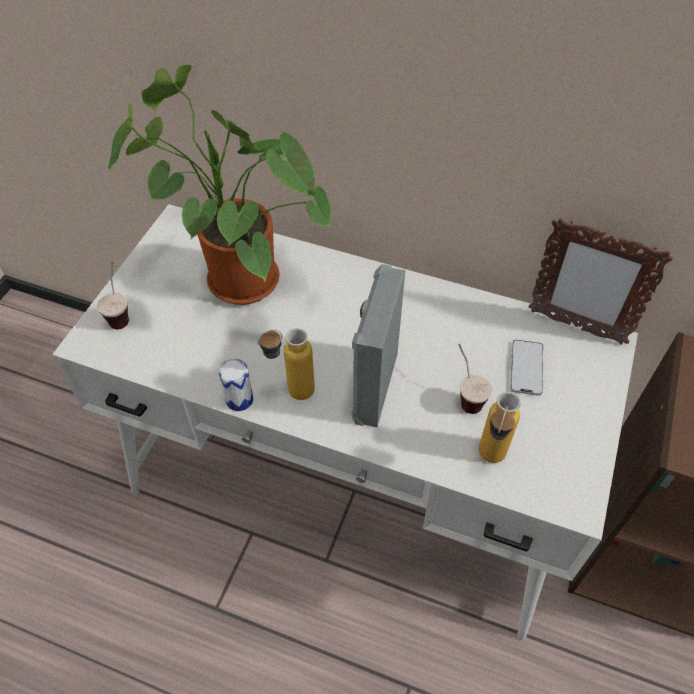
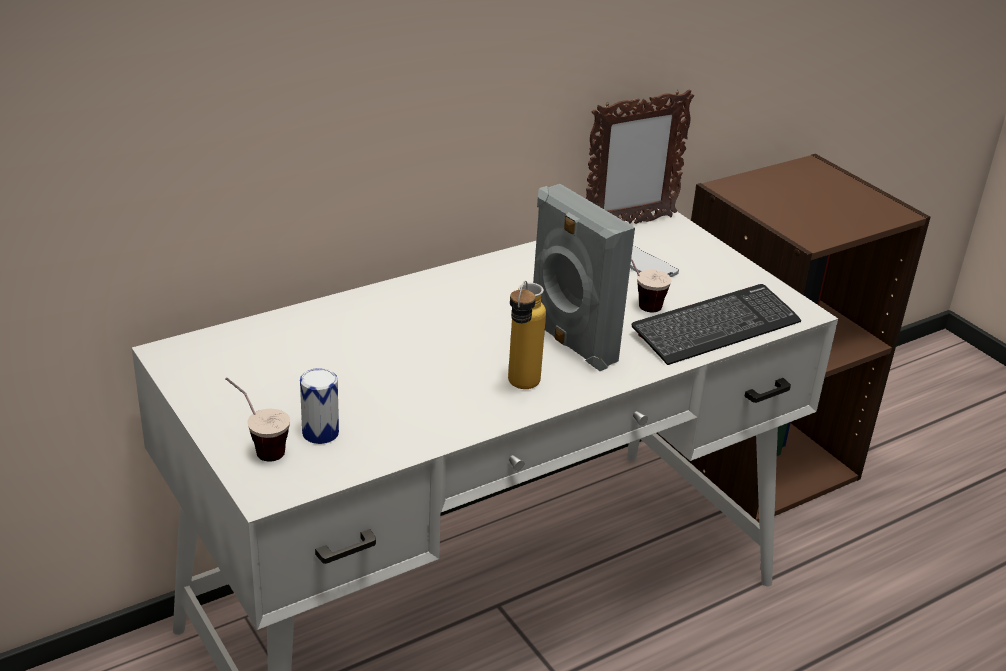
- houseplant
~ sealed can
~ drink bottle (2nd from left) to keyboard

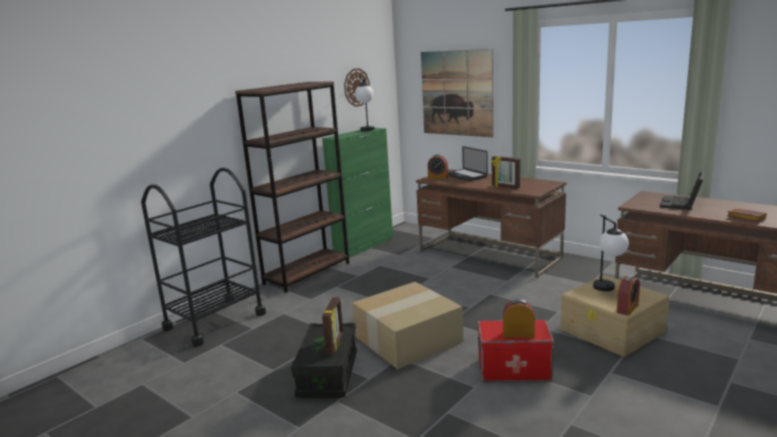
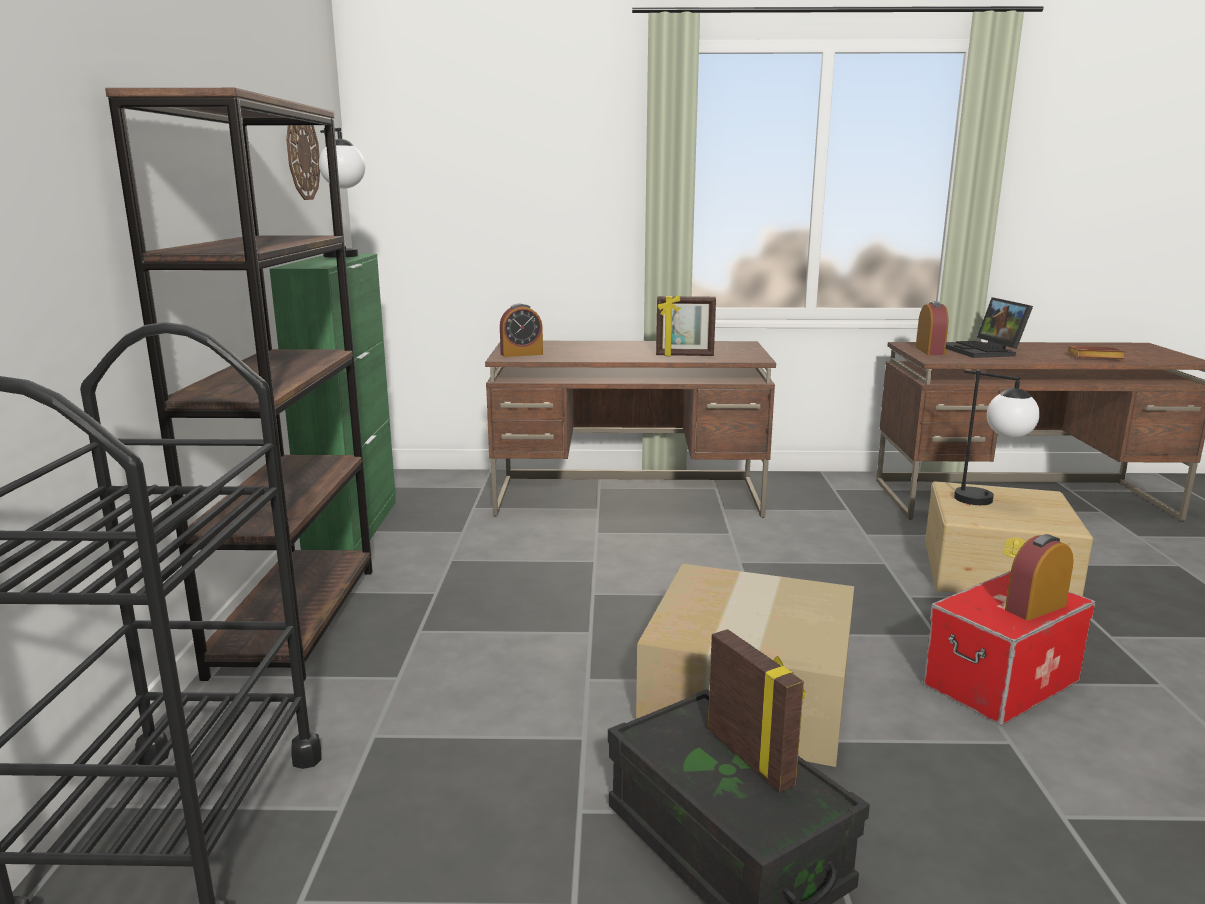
- picture
- laptop (1st from left)
~ bedside clock (3rd from left in the first image) to bedside clock (2nd from left)

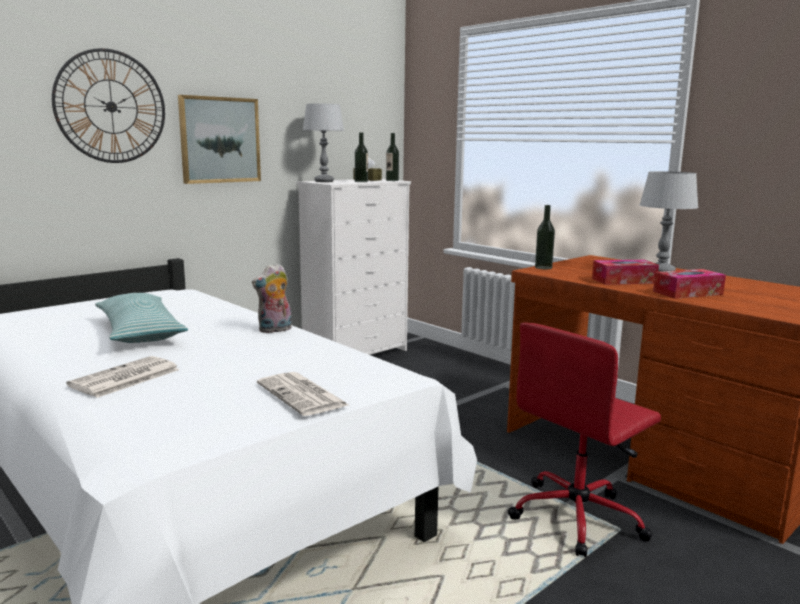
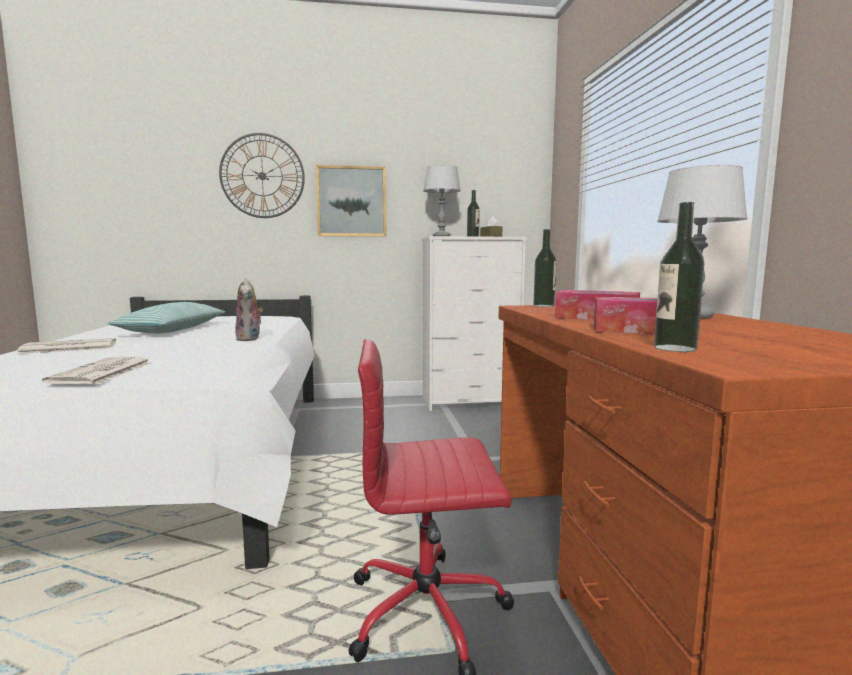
~ drink bottle (2nd from left in the first image) to drink bottle (3rd from left)
~ soft toy 105 degrees counterclockwise

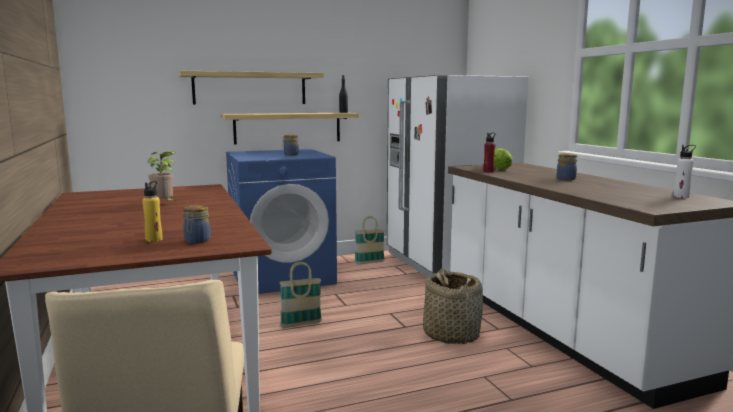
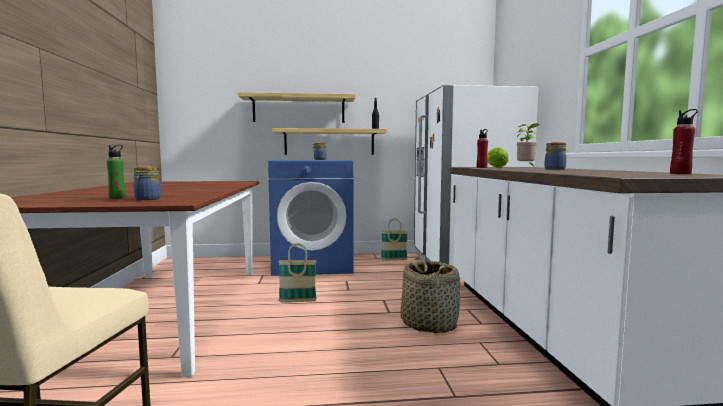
~ white drink bottle to red drink bottle (2nd from left)
~ houseplant
~ yellowish drink bottle to green-coloured drink bottle

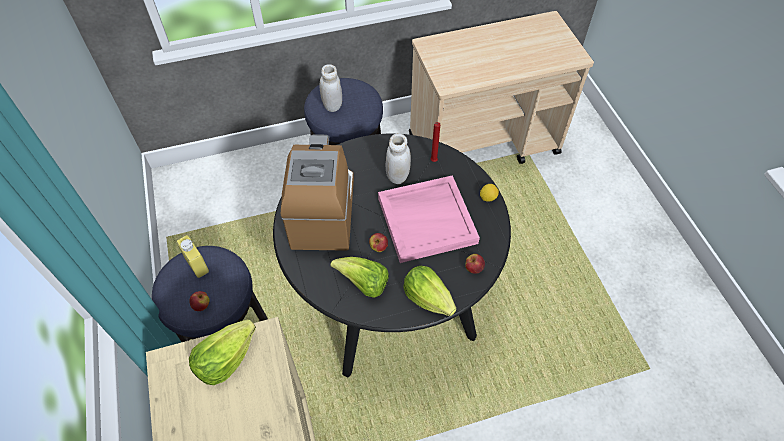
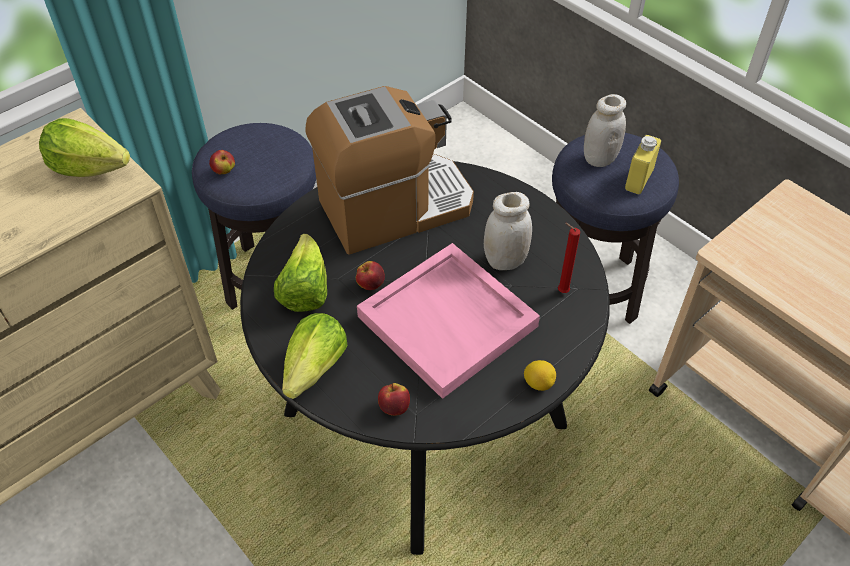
~ yellowish drink bottle

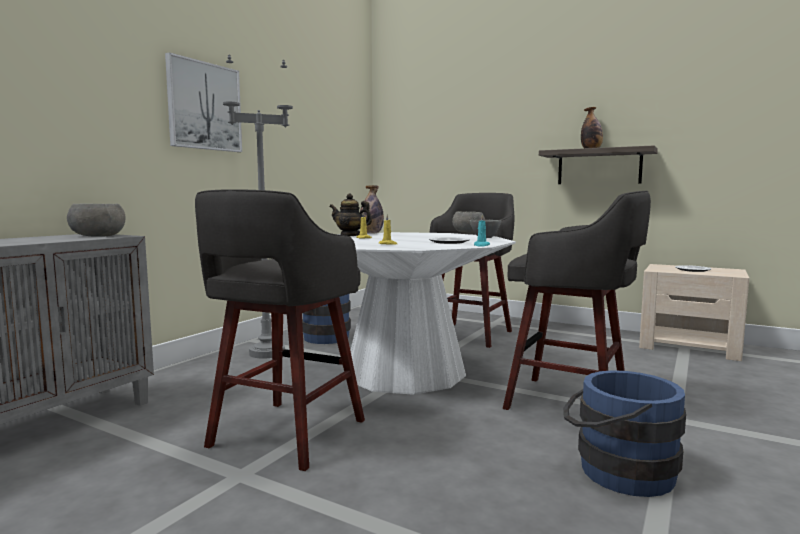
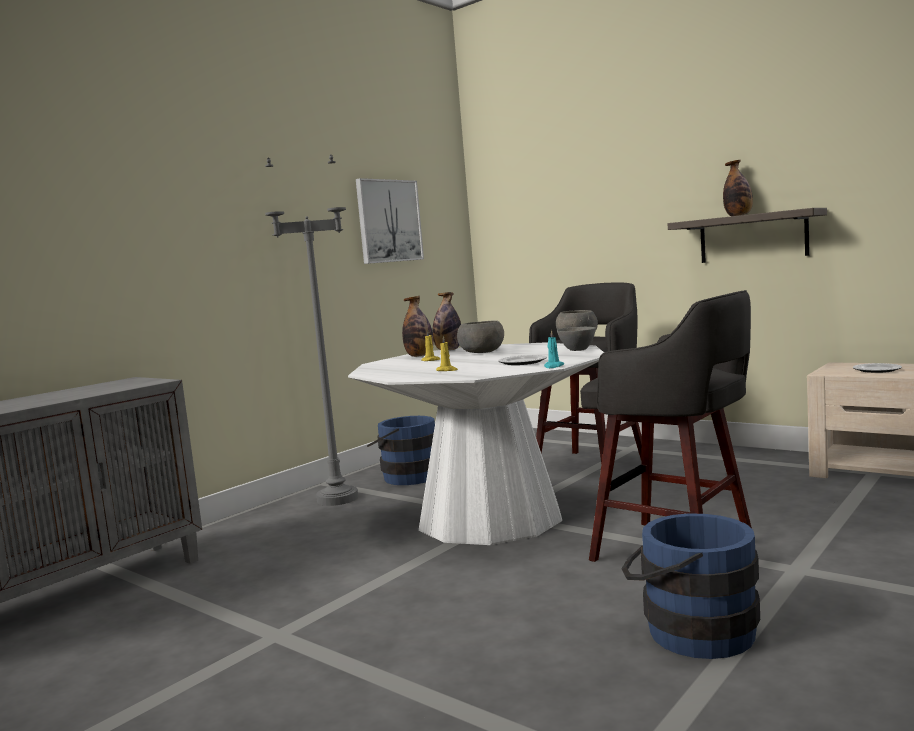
~ picture
- grey stool (1st from left)
~ pot for tea to drink bottle (1st from left)
~ grey bowl (1st from left)

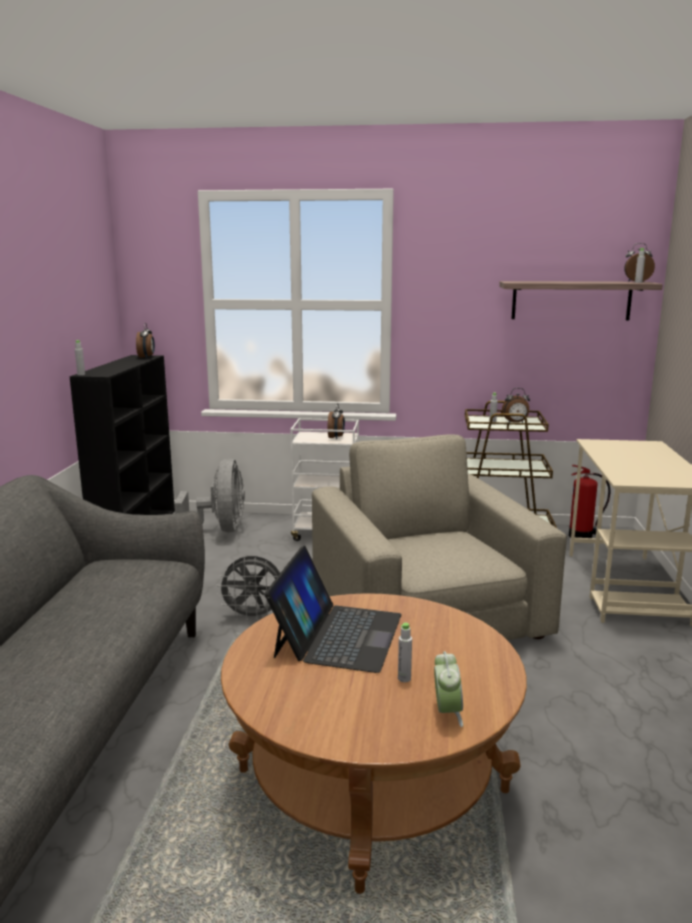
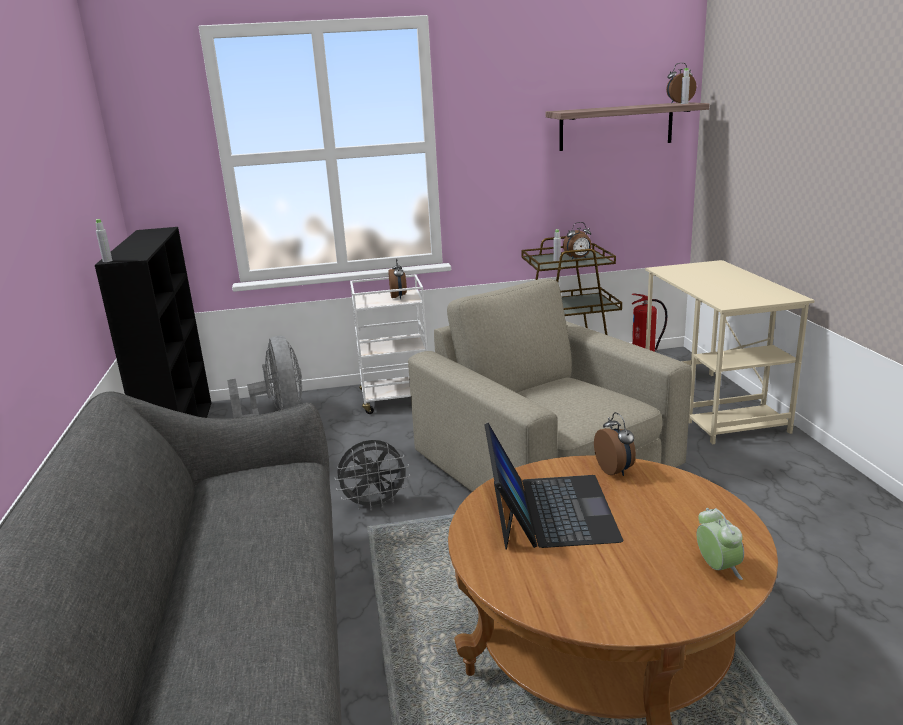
~ bedside clock (1st from left in the first image) to bedside clock (3rd from left)
- grey drink bottle (2nd from left)

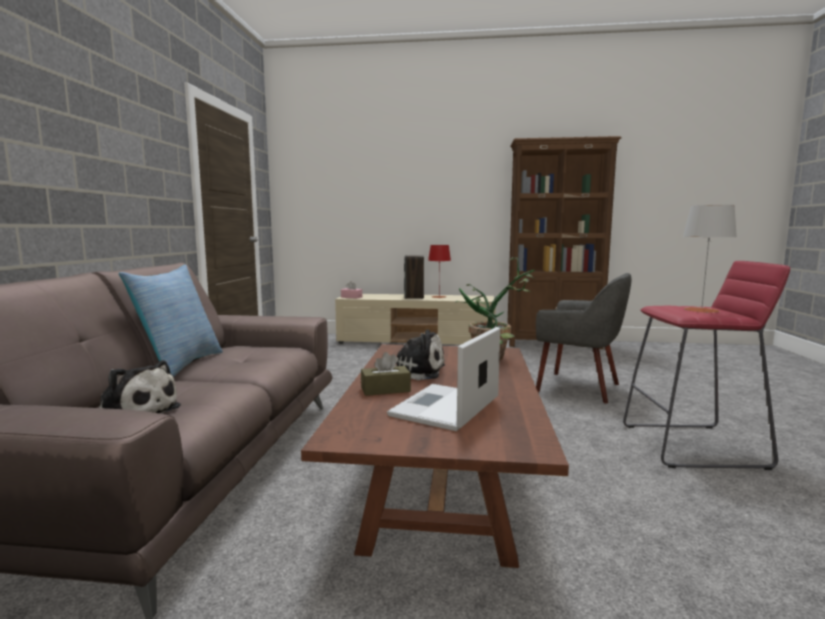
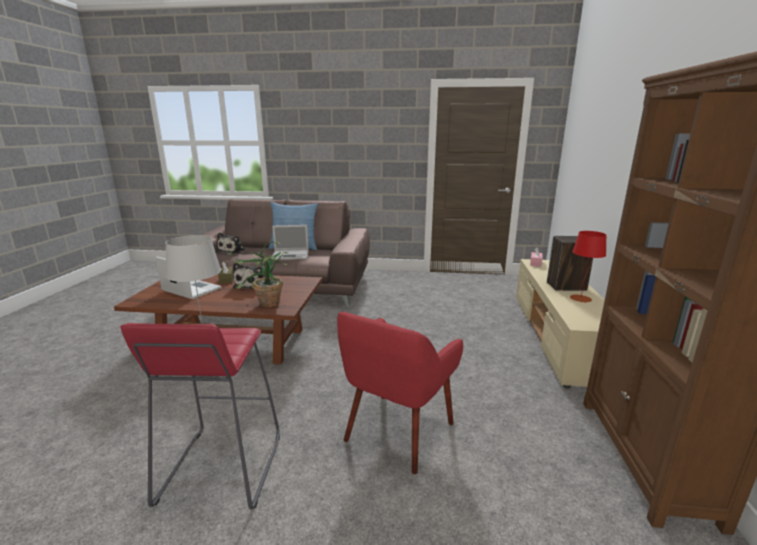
~ grey lounge chair to red lounge chair
+ laptop (2nd from left)

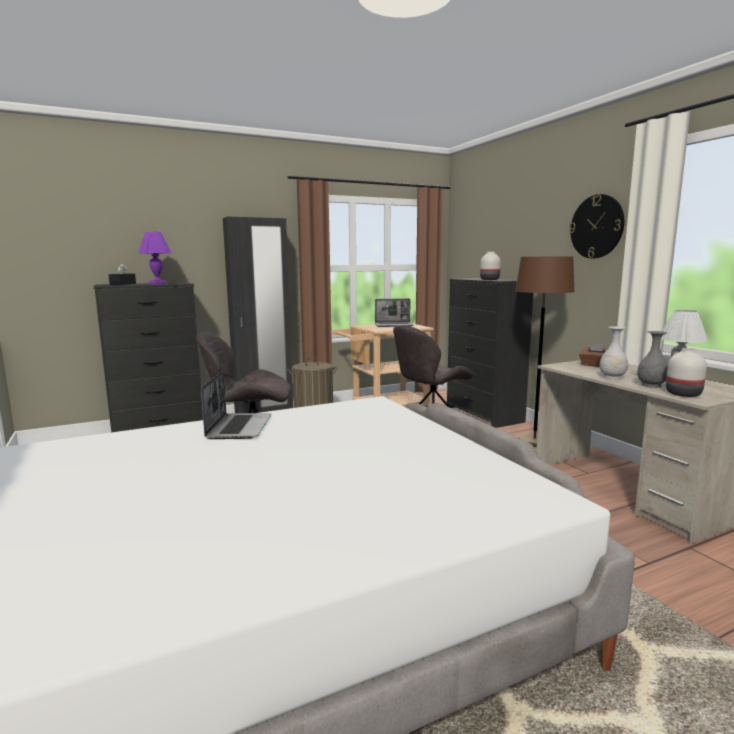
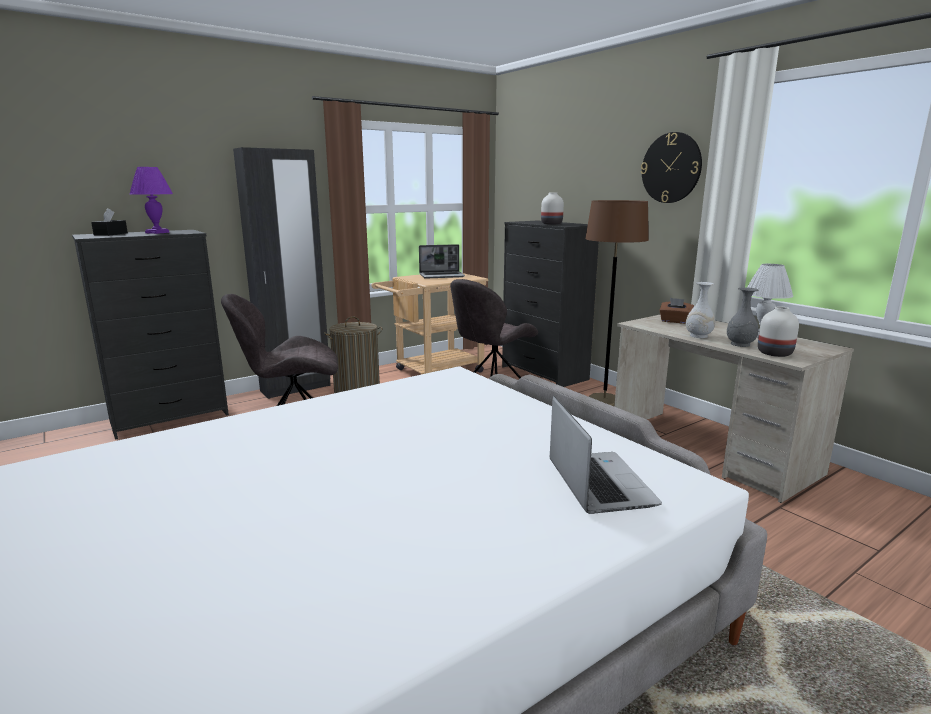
~ laptop (1st from left in the first image) to laptop (2nd from left)

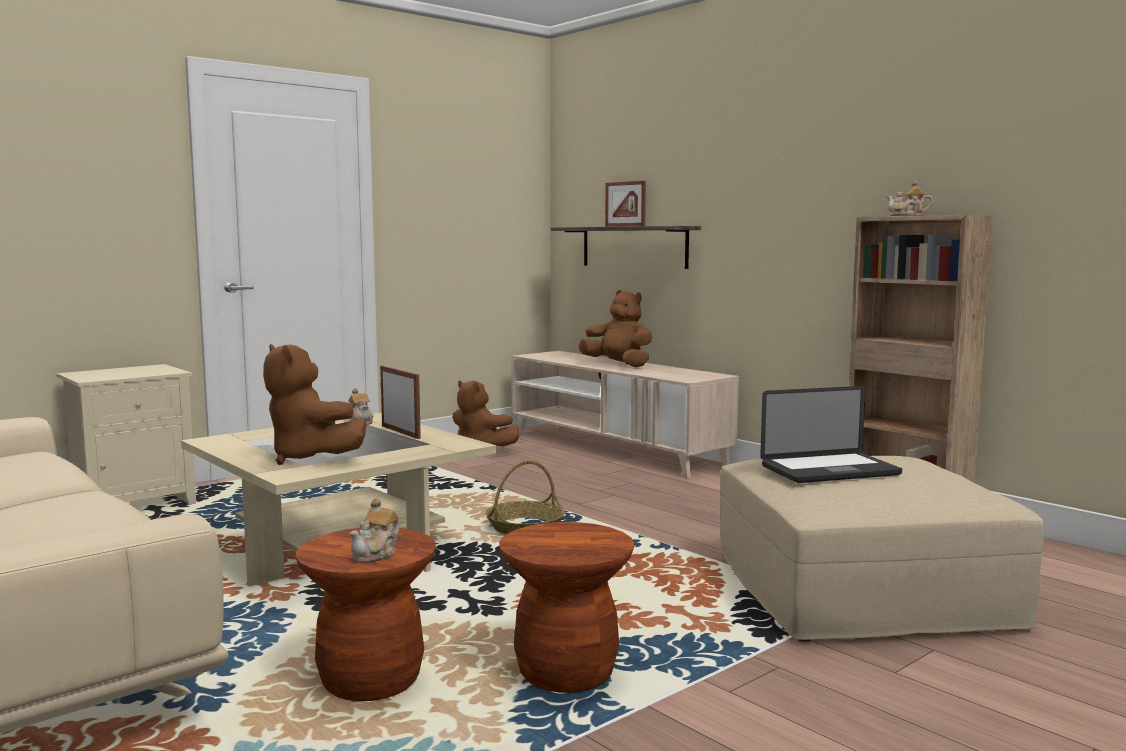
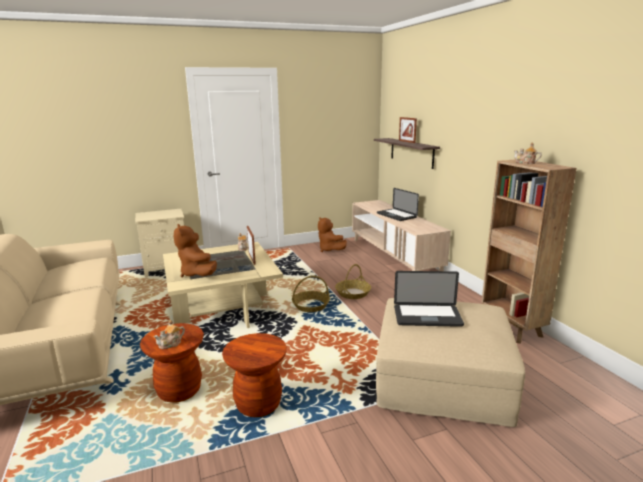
~ brown-coloured soft toy (3rd from left) to laptop (1st from left)
+ household basket (2nd from left)

